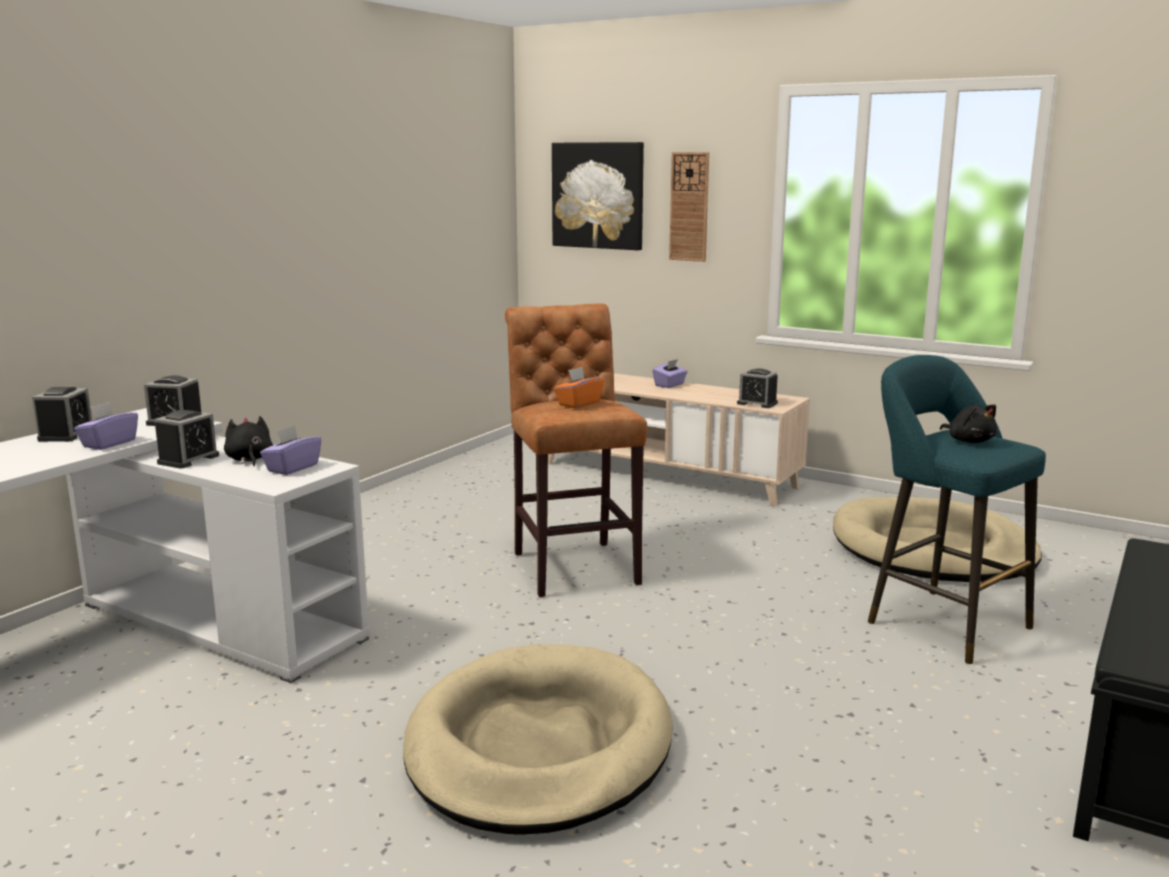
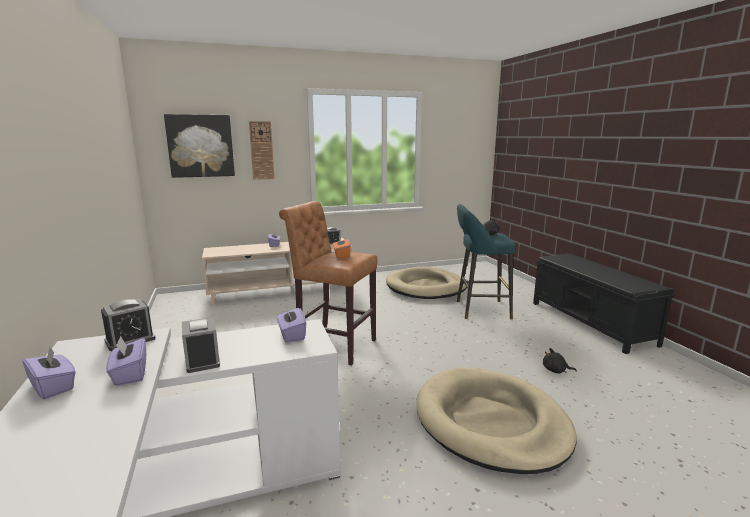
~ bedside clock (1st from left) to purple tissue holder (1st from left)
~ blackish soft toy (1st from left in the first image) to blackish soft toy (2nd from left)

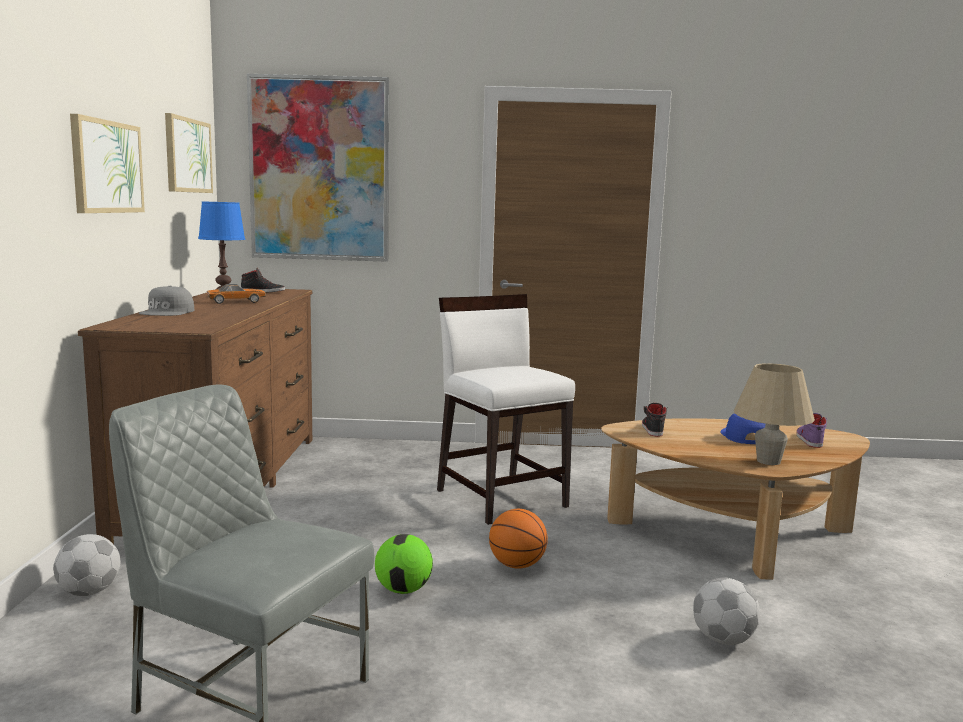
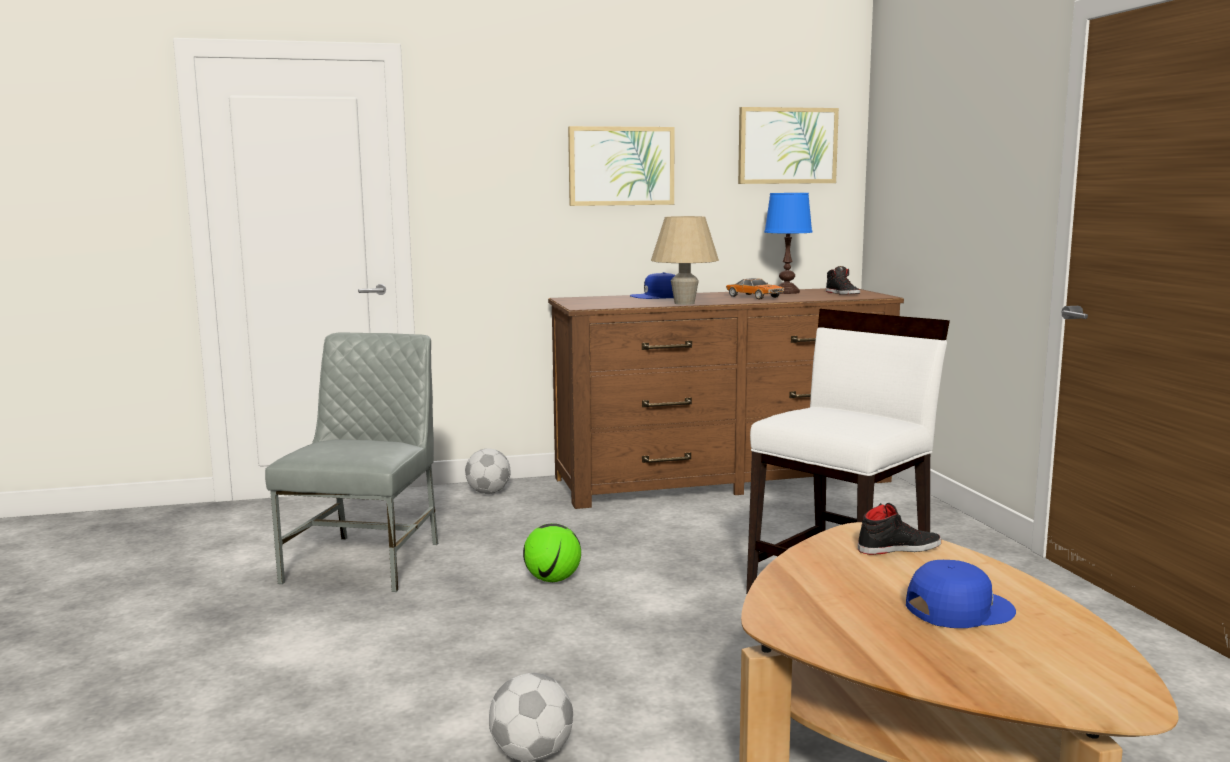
- picture (3rd from left)
~ grey cap to bluish cap (1st from left)
~ sand-coloured table lamp
- purple shoe
- ball for basketball

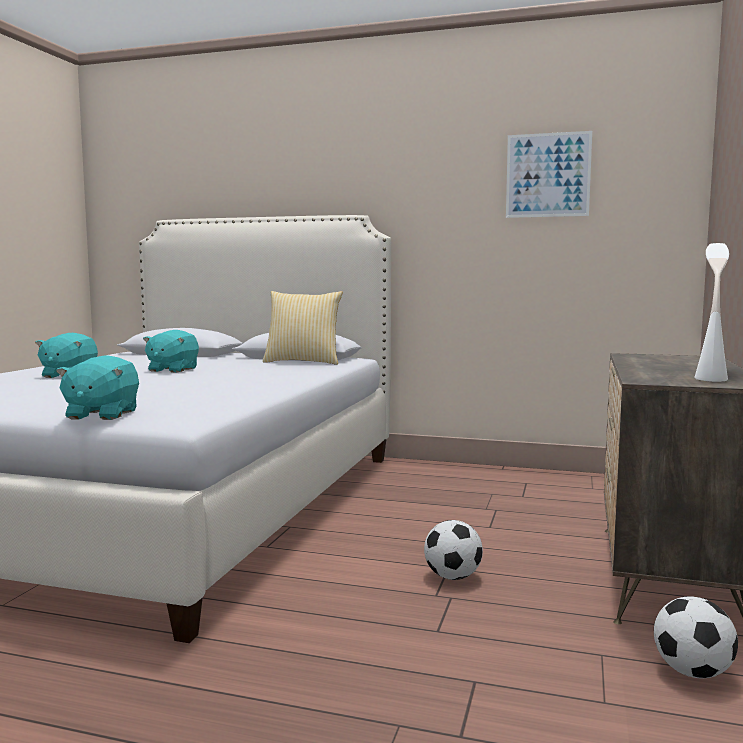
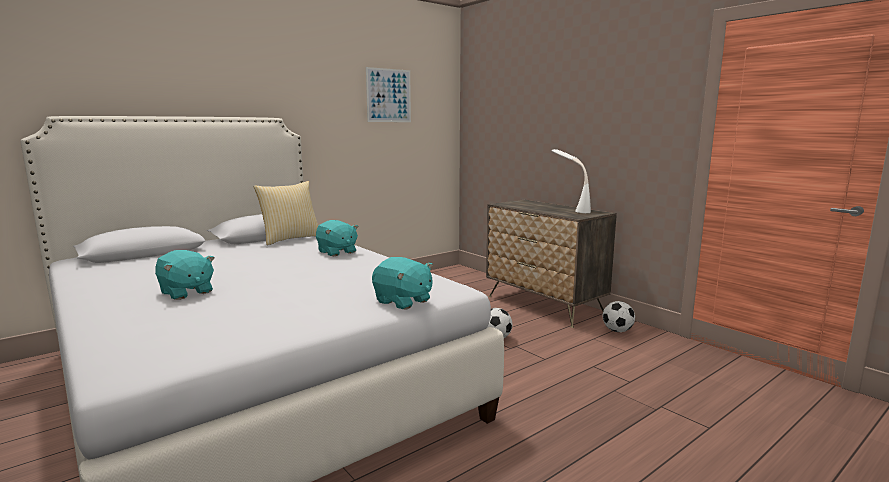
~ turquoise-coloured soft toy (3rd from left in the first image) to turquoise-coloured soft toy (2nd from left)

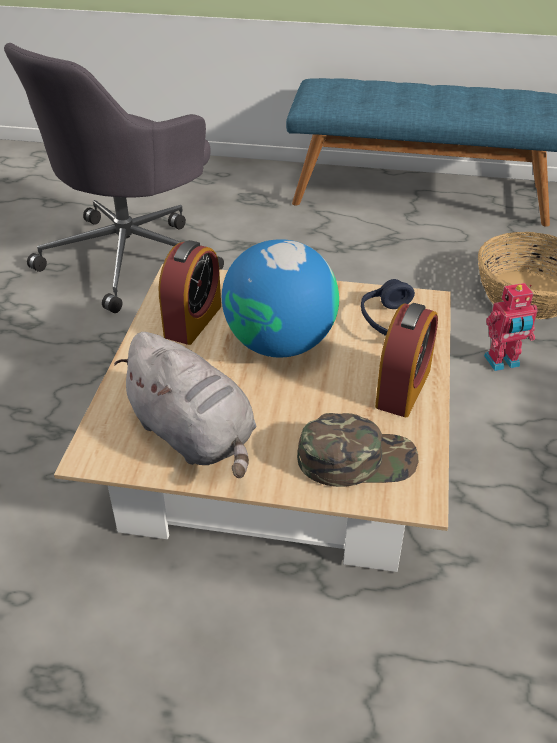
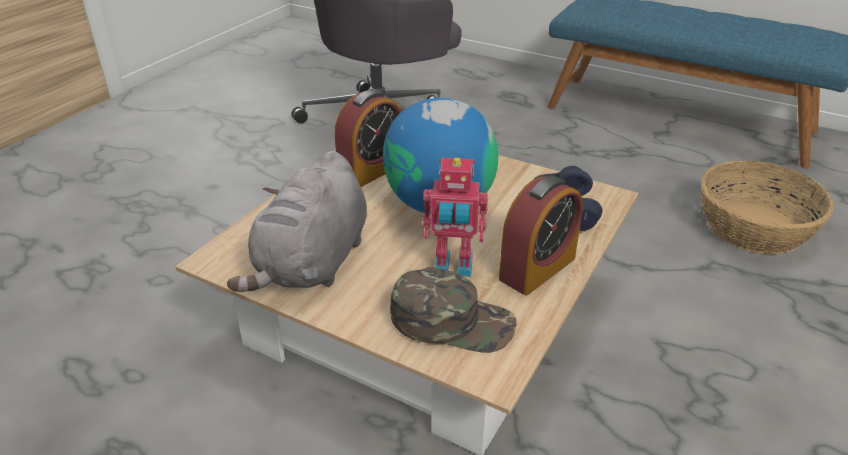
~ robot figure
~ grey soft toy 45 degrees clockwise

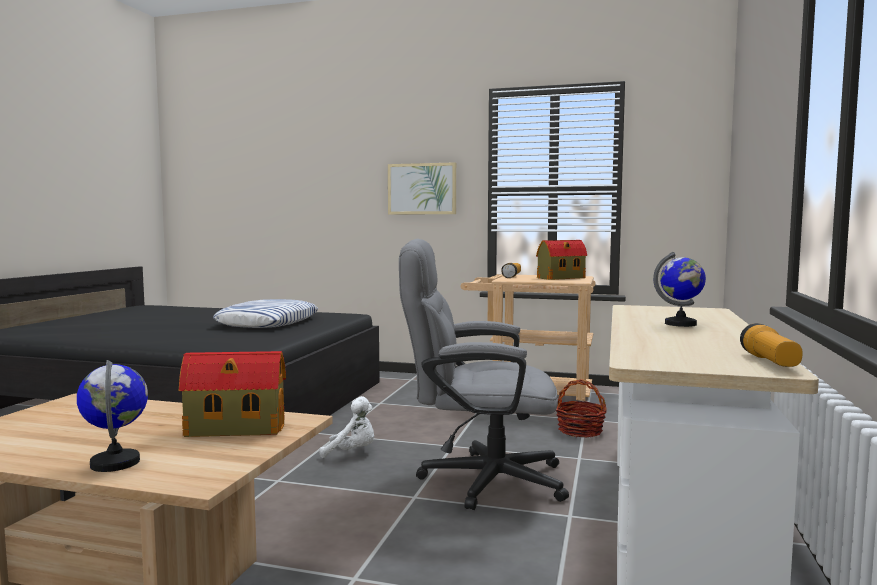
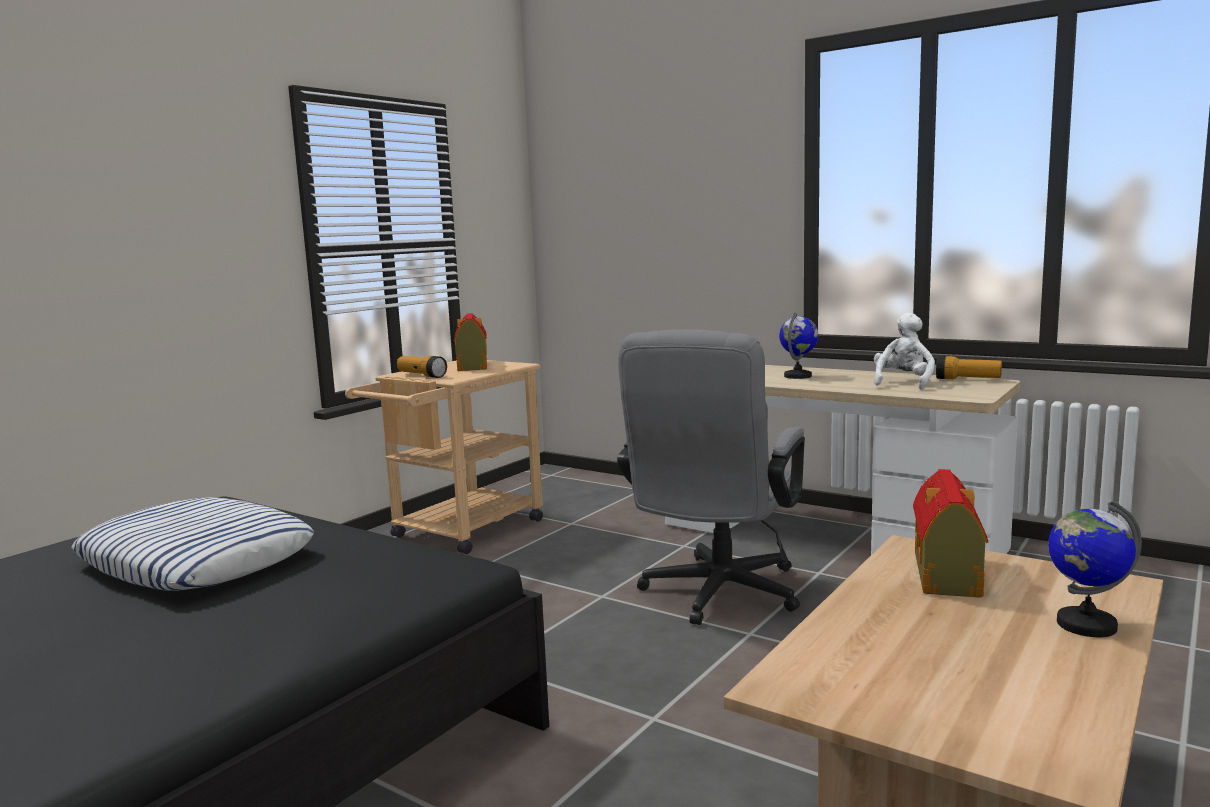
- picture
- household basket
~ white soft toy

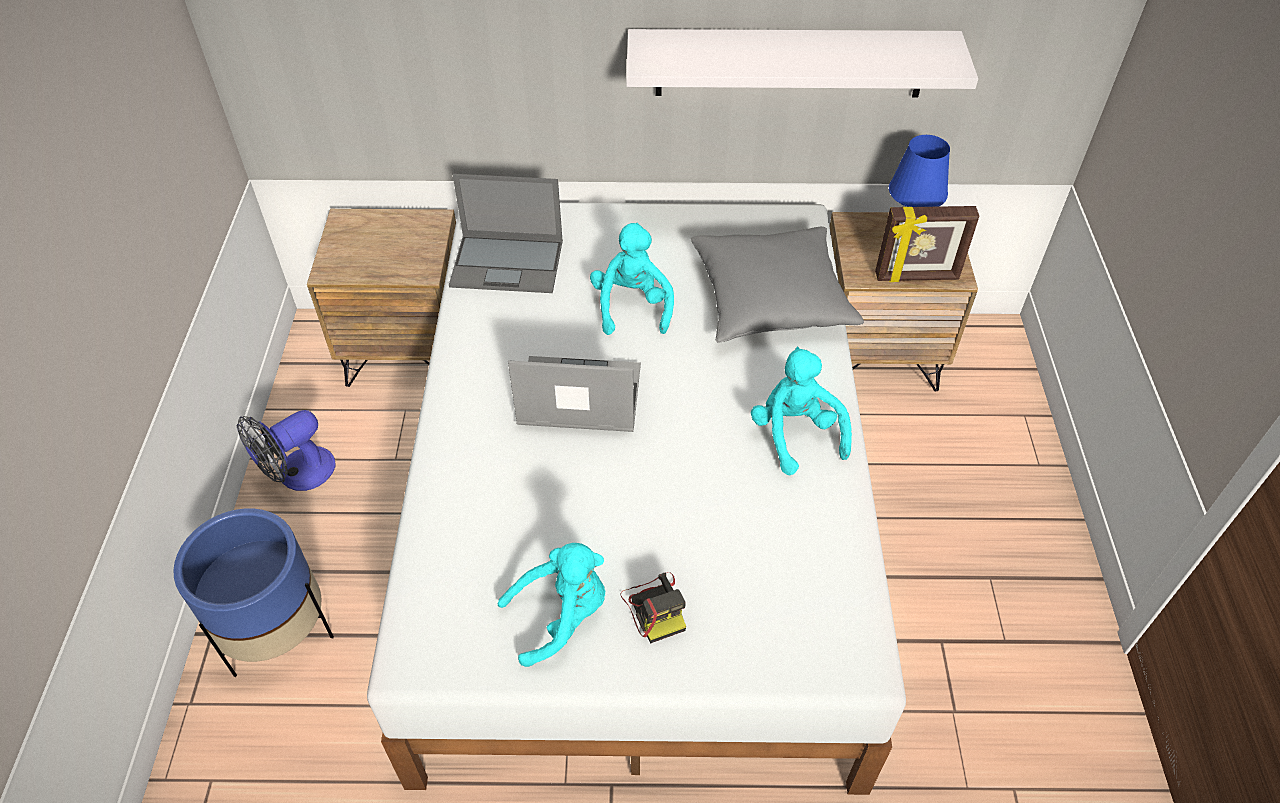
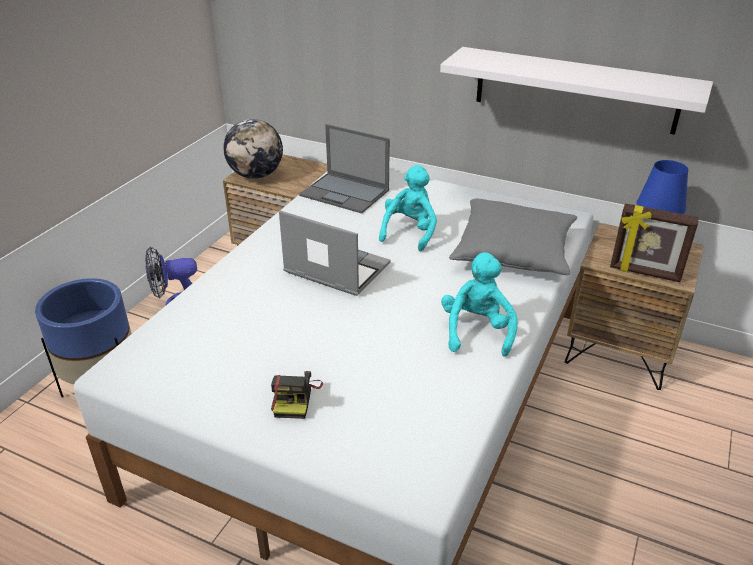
- turquoise-coloured soft toy (1st from left)
+ desk globe

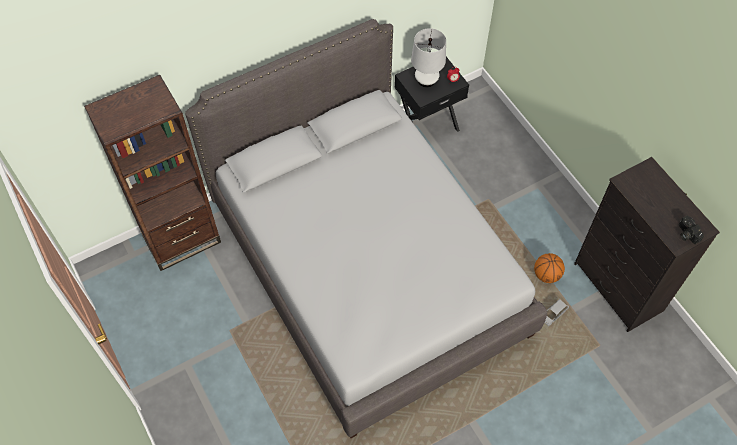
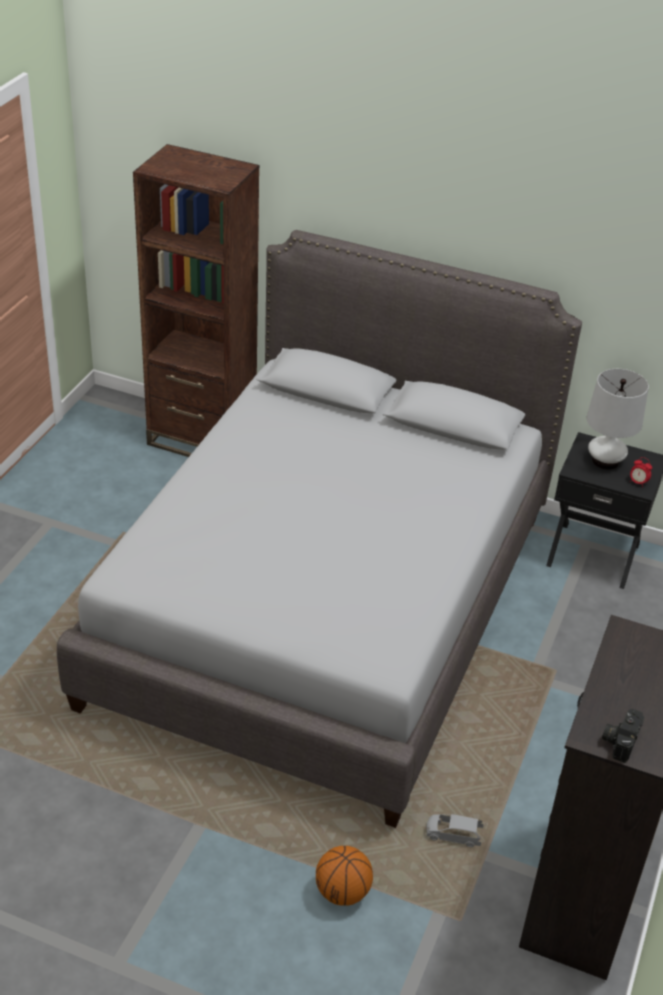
~ ball for basketball

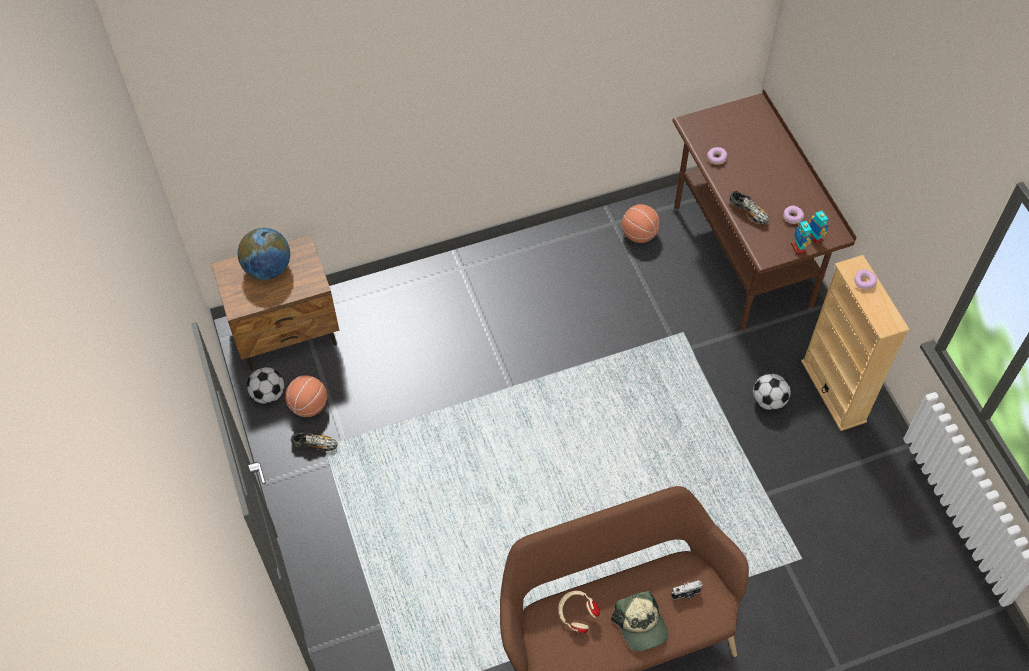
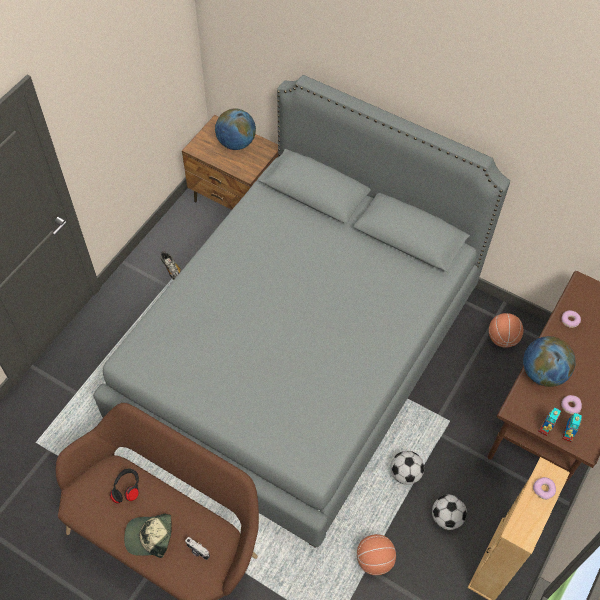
~ shoe (2nd from left) to desk globe (2nd from left)
~ football (1st from left)
~ ball for basketball (1st from left)
~ sand-coloured headphones to blackish headphones
~ cap 60 degrees clockwise
+ grey bed

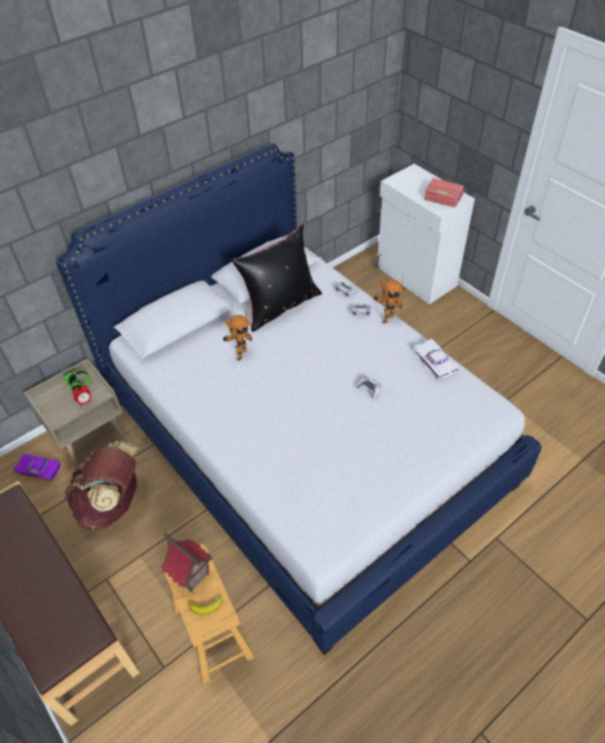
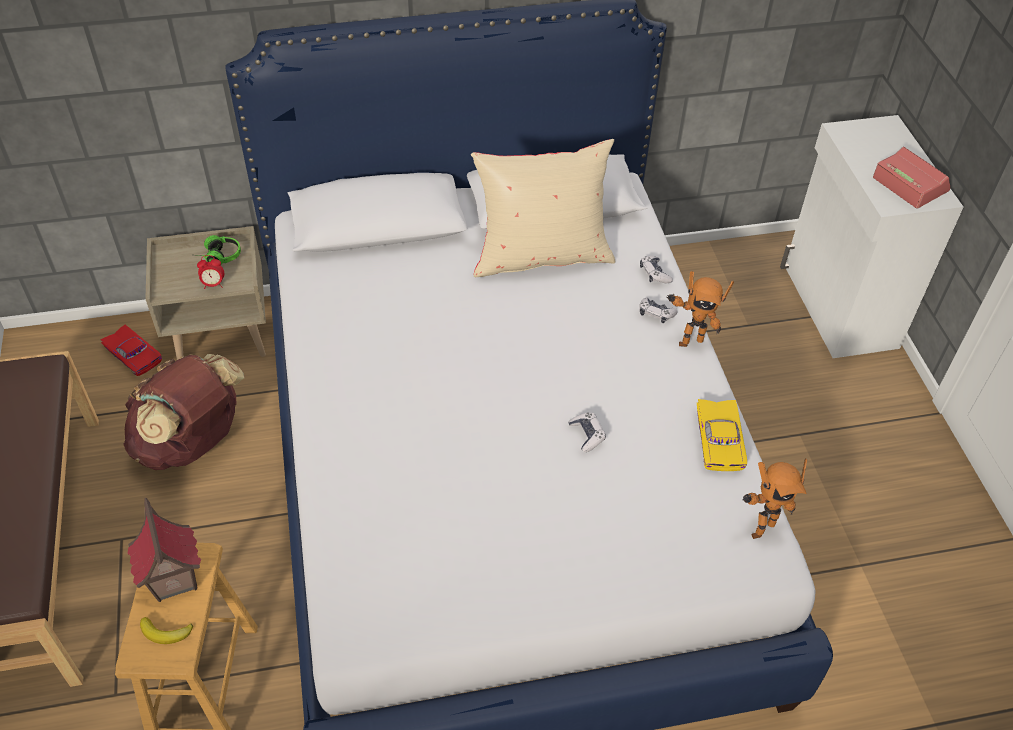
~ blackish throw pillow to sand-coloured throw pillow
~ robot figure (1st from left in the first image) to robot figure (2nd from left)
~ white toy car to yellowish toy car
~ purple toy car to red toy car

